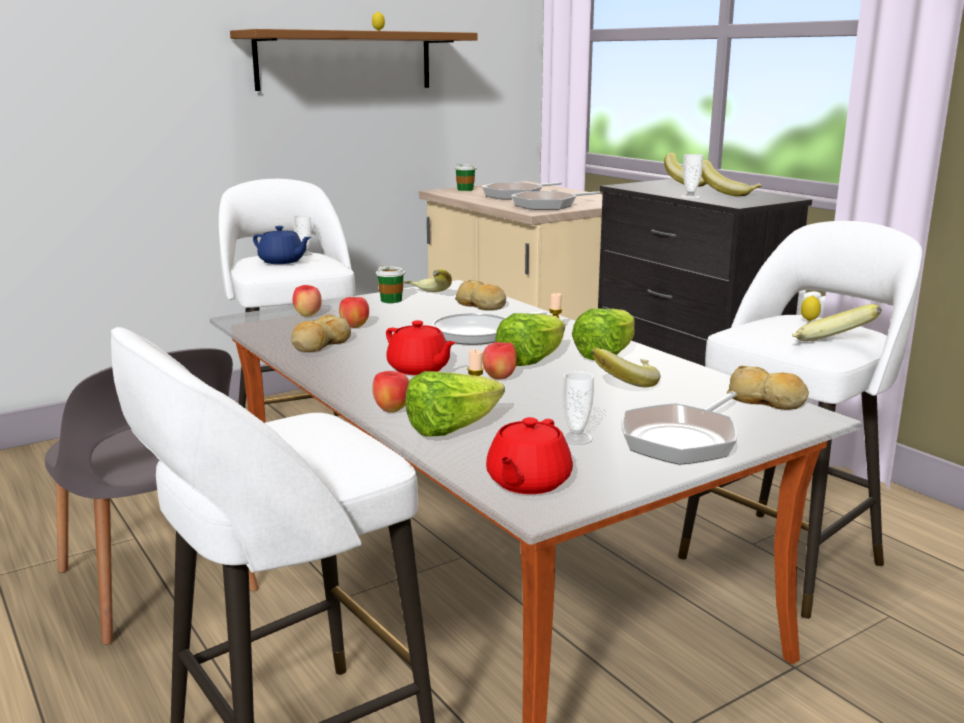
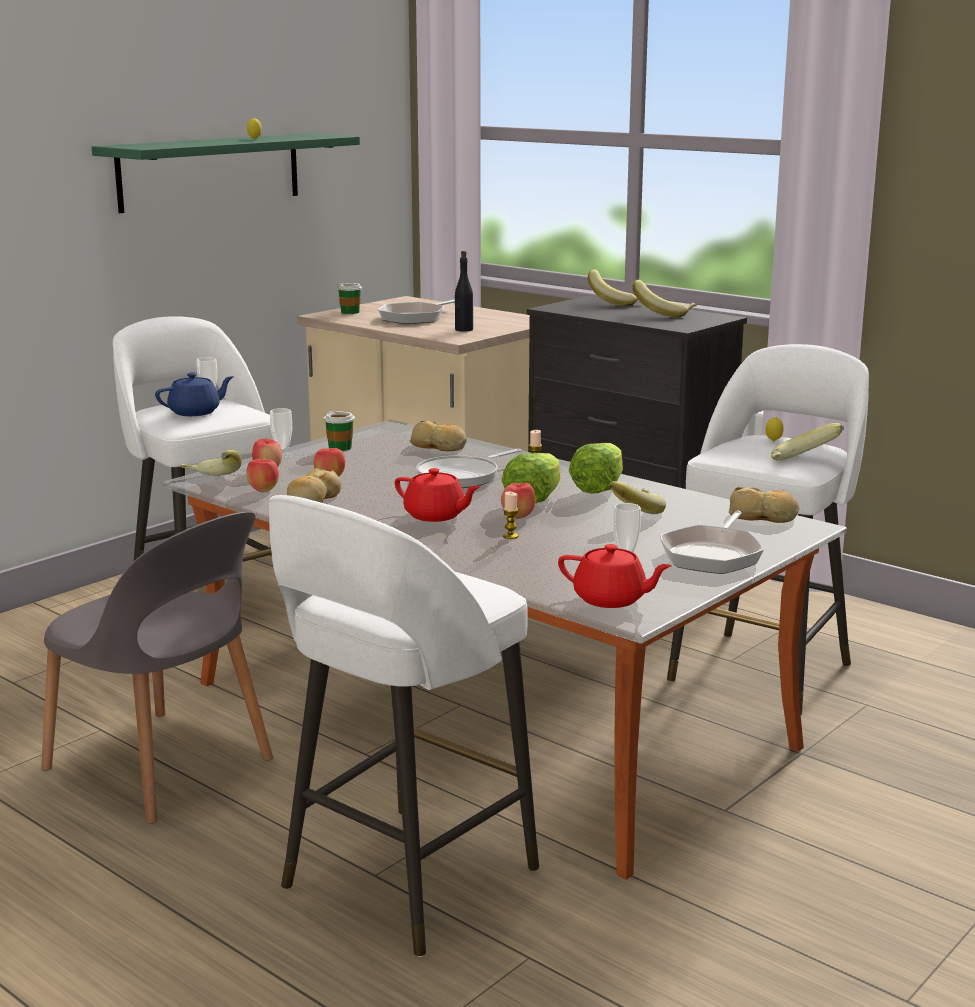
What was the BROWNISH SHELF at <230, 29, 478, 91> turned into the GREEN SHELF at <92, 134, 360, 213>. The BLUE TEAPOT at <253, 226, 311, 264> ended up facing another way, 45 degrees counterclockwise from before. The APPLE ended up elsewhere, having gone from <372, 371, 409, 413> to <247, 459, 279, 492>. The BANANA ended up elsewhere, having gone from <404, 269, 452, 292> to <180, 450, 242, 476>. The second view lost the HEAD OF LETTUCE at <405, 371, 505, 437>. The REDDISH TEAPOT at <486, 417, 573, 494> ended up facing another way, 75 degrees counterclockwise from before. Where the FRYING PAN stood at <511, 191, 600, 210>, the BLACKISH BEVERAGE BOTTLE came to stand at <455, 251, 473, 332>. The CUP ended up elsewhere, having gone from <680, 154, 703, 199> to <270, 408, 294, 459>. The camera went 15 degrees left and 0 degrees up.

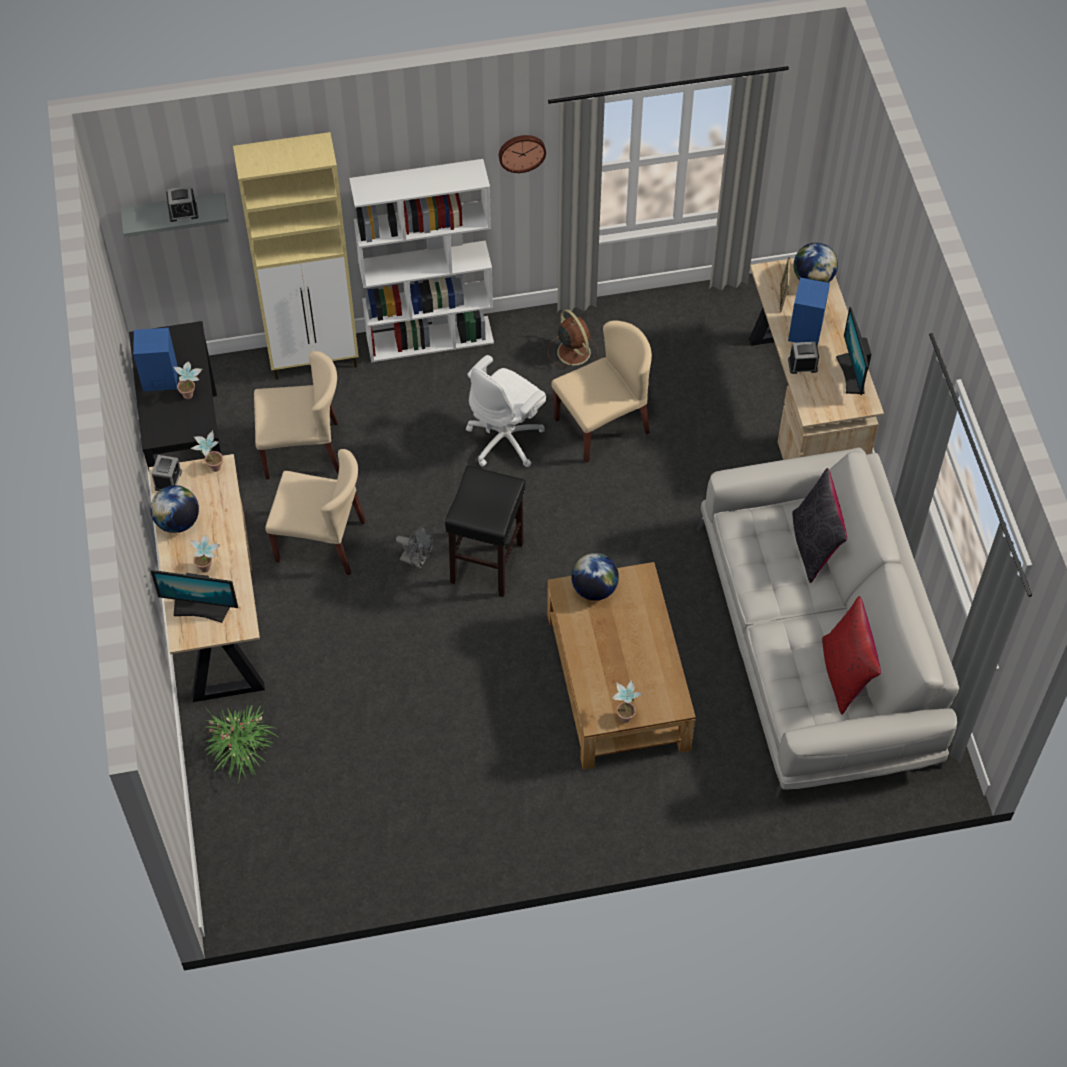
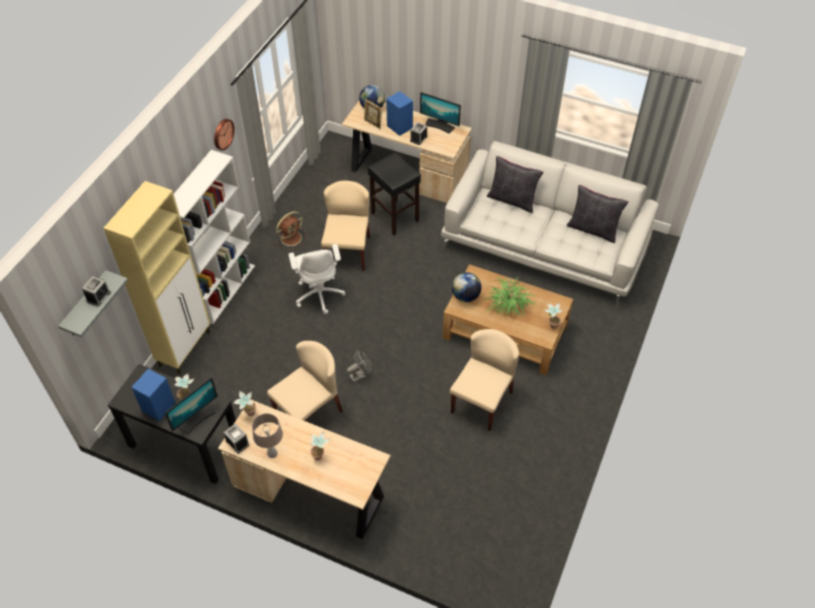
Where the WORLD GLOBE stood at <150, 485, 199, 533>, the BEIGE TABLETOP LAMP came to stand at <252, 413, 283, 458>. The COMPUTER DISPLAY ended up elsewhere, having gone from <151, 570, 238, 623> to <165, 377, 218, 434>. The PLANT IN A POT ended up elsewhere, having gone from <195, 703, 277, 779> to <484, 276, 537, 318>. The BEIGE UPRIGHT CHAIR ended up elsewhere, having gone from <254, 351, 339, 479> to <450, 329, 519, 431>. The BLACKISH STOOL SEAT ended up elsewhere, having gone from <445, 466, 525, 597> to <368, 152, 421, 235>. The BROWNISH ELECTRIC FAN at <548, 309, 598, 367> ended up facing another way, 135 degrees clockwise from before. What was the REDDISH THROW PILLOW at <822, 596, 881, 715> turned into the BLACKISH THROW PILLOW at <567, 185, 628, 243>. The camera went 55 degrees left and 5 degrees down.

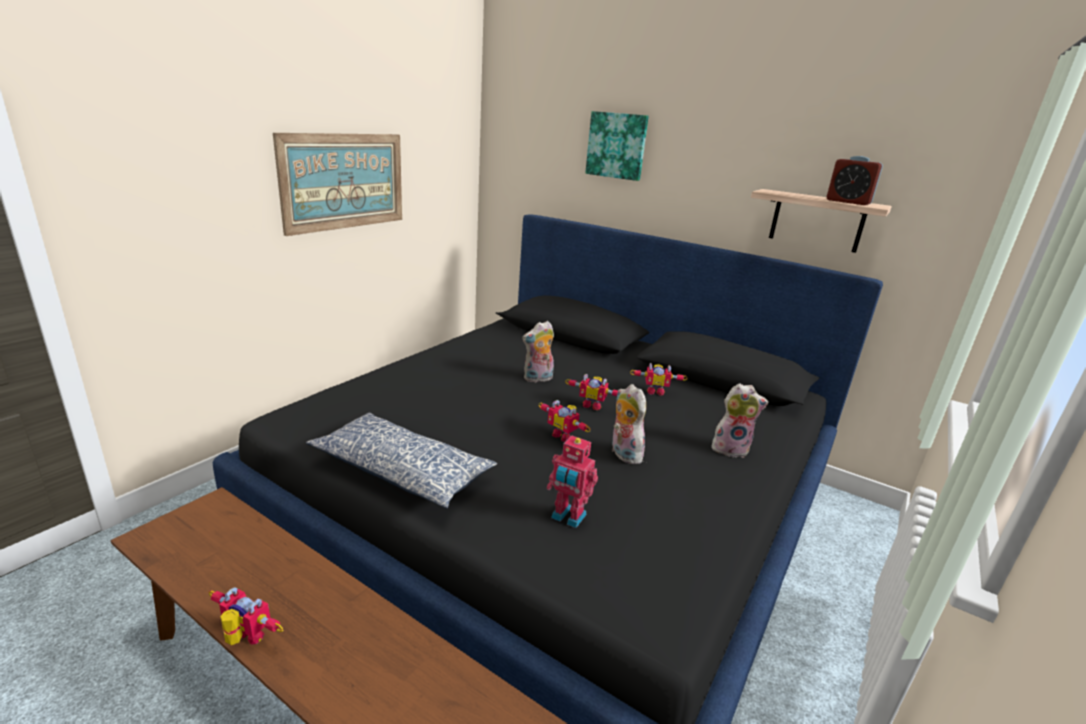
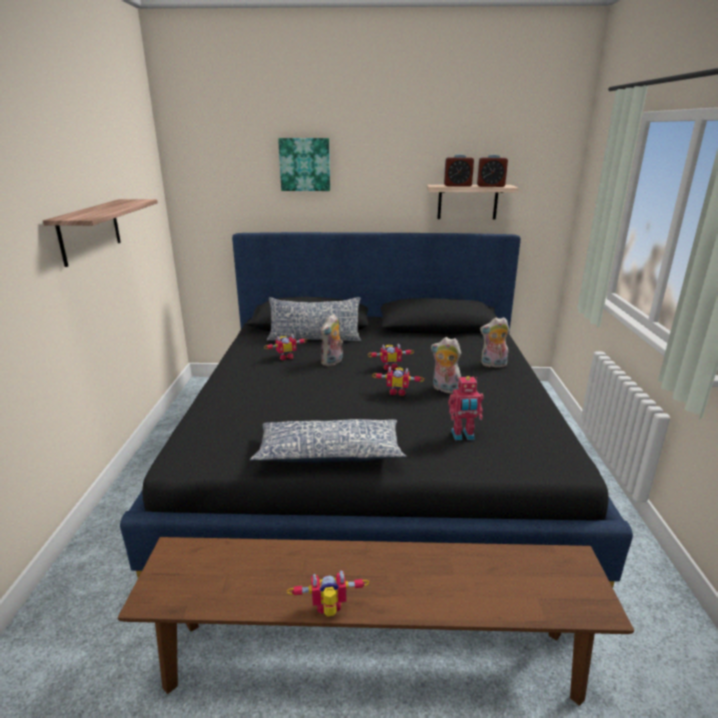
Where the WALL PICTURE hung at <273, 133, 402, 236>, the SHELF came to hang at <43, 199, 158, 267>. The ROBOT FIGURE ended up elsewhere, having gone from <630, 363, 688, 395> to <264, 334, 307, 360>. The CUDDLY TOY at <712, 383, 768, 458> ended up facing another way, 150 degrees counterclockwise from before. The second view gained the THROW PILLOW at <267, 297, 361, 341>. The second view gained the BEDSIDE CLOCK at <444, 154, 474, 187>. The camera went 30 degrees left and 0 degrees up.

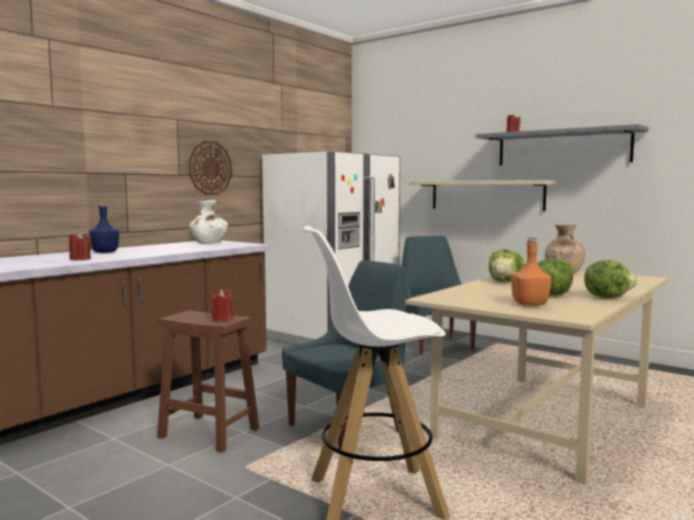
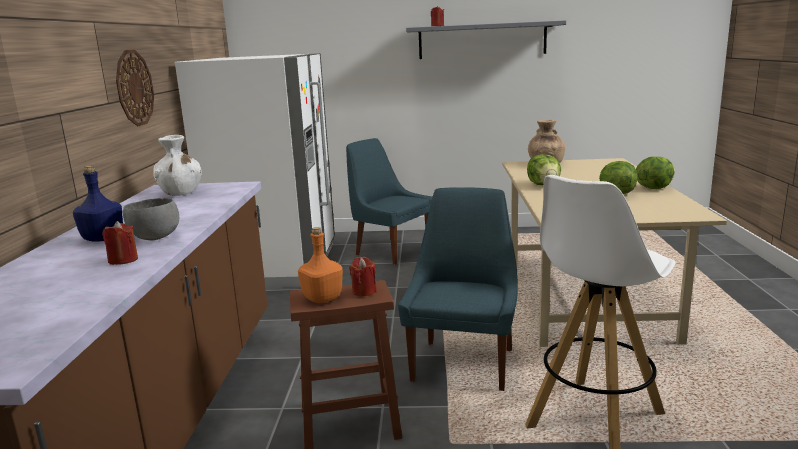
The second view lost the BEIGE SHELF at <409, 180, 558, 211>. The ORANGE-COLOURED BEVERAGE BOTTLE ended up elsewhere, having gone from <511, 238, 552, 306> to <298, 227, 343, 303>. The second view gained the GREYISH DEEP DISH at <123, 198, 179, 240>. The camera went 35 degrees left and 10 degrees up.

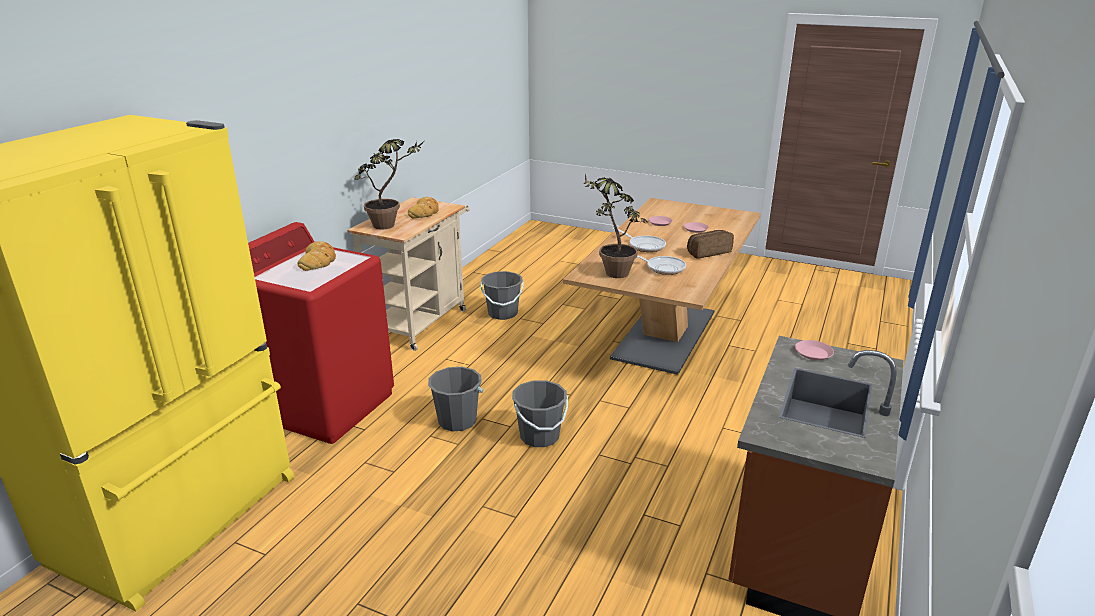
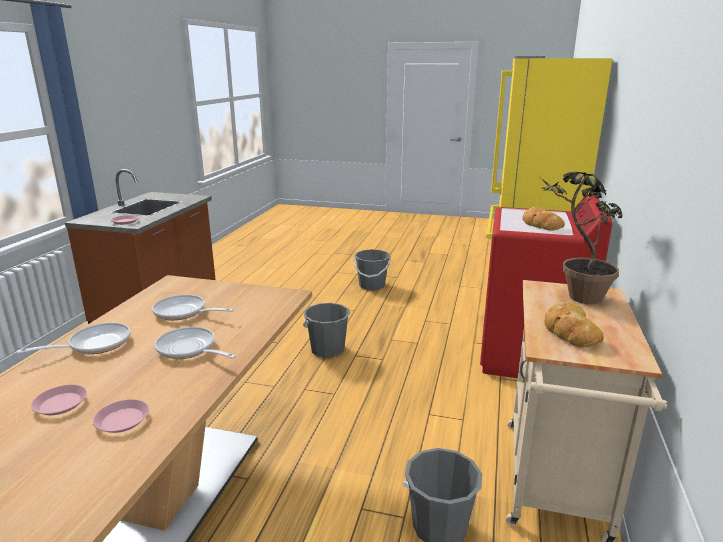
The GREYISH PAIL ended up elsewhere, having gone from <428, 367, 483, 431> to <353, 249, 391, 290>. The second view lost the PLANT IN A POT at <584, 174, 648, 278>. Where the BAKED BREAD stood at <687, 230, 734, 259>, the FRYING PAN came to stand at <17, 323, 131, 354>. The camera went 170 degrees right and 5 degrees down.

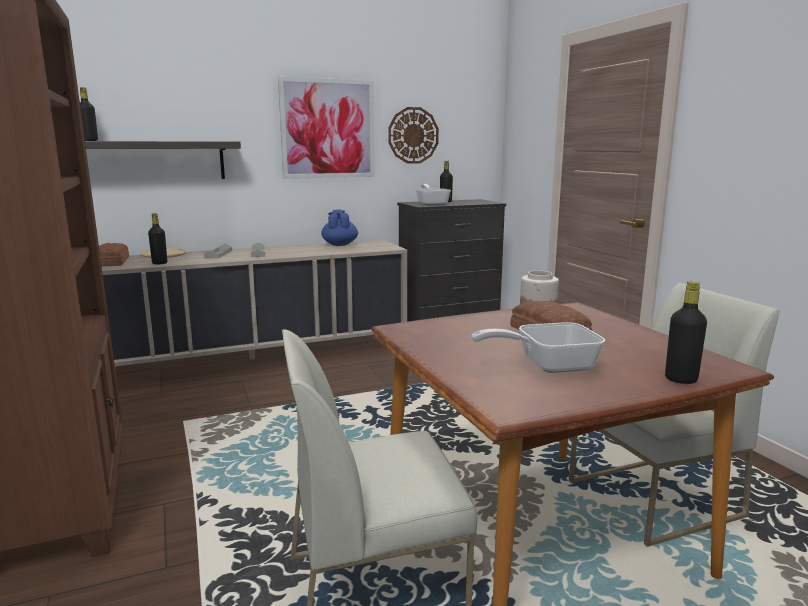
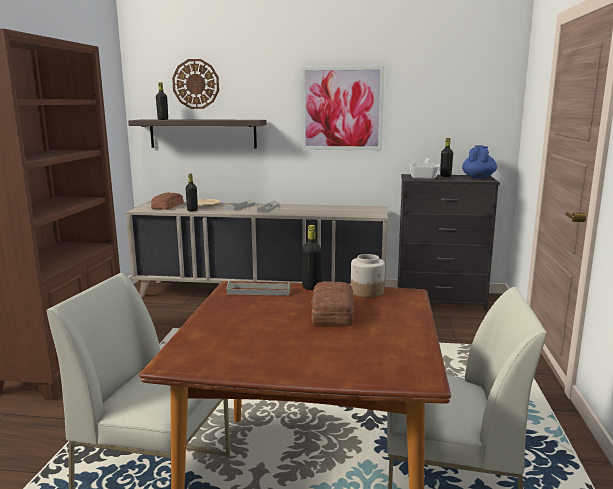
The BLUE TEAPOT ended up elsewhere, having gone from <321, 209, 358, 246> to <462, 145, 497, 179>. The HANGING CLOCK ended up elsewhere, having gone from <388, 107, 439, 164> to <172, 59, 219, 109>. The second view lost the FRYING PAN at <472, 322, 605, 373>. The BLACKISH BEVERAGE BOTTLE ended up elsewhere, having gone from <665, 281, 707, 384> to <302, 225, 322, 290>. The second view gained the GREYISH TRAY at <226, 281, 290, 296>. The camera went 30 degrees right and 0 degrees up.

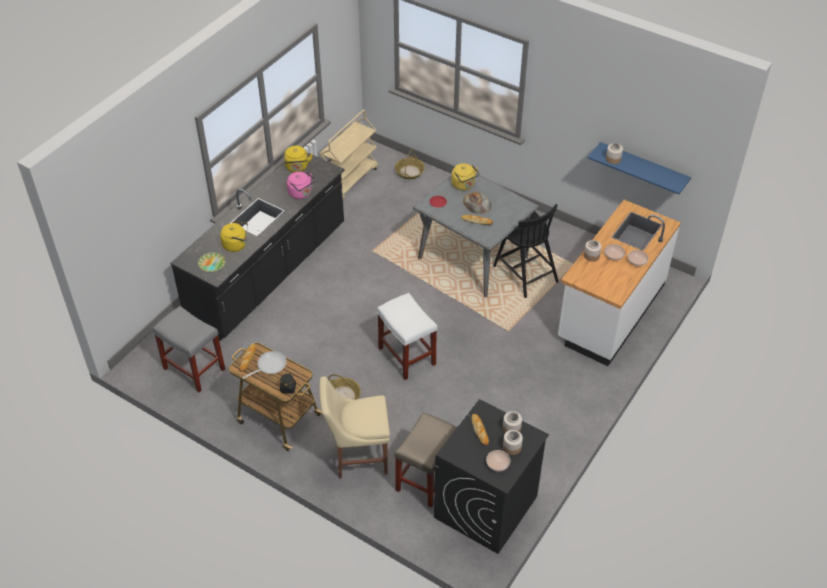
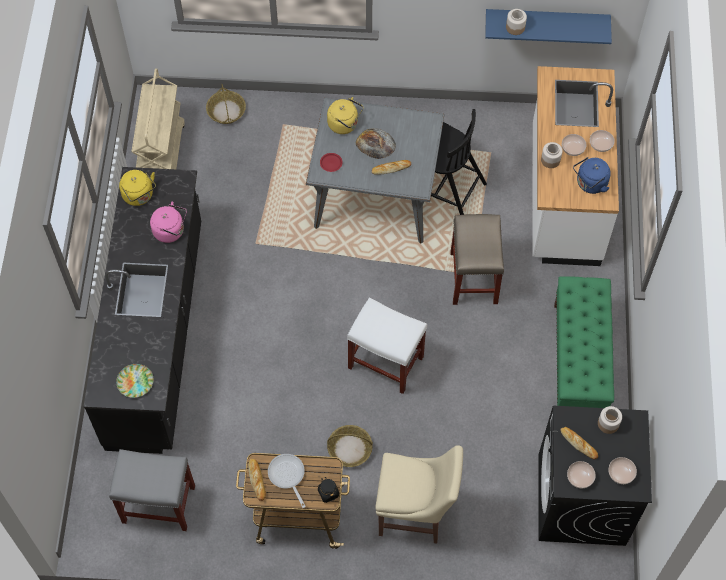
The second view lost the YELLOW-COLOURED TEA KETTLE at <220, 221, 248, 252>. The FRYING PAN at <242, 351, 287, 379> ended up facing another way, 45 degrees counterclockwise from before. The BEIGE UPRIGHT CHAIR at <319, 376, 390, 479> ended up facing another way, 135 degrees counterclockwise from before. The BEIGE STOOL SEAT ended up elsewhere, having gone from <395, 412, 457, 508> to <450, 214, 504, 305>. The second view lost the STORAGE JAR at <503, 430, 523, 455>. The second view gained the GREEN BENCH at <554, 276, 614, 408>. The second view gained the DEEP DISH at <567, 461, 596, 488>. The second view gained the BLUE TEA KETTLE at <573, 157, 611, 194>. The camera went 30 degrees left and 15 degrees up.

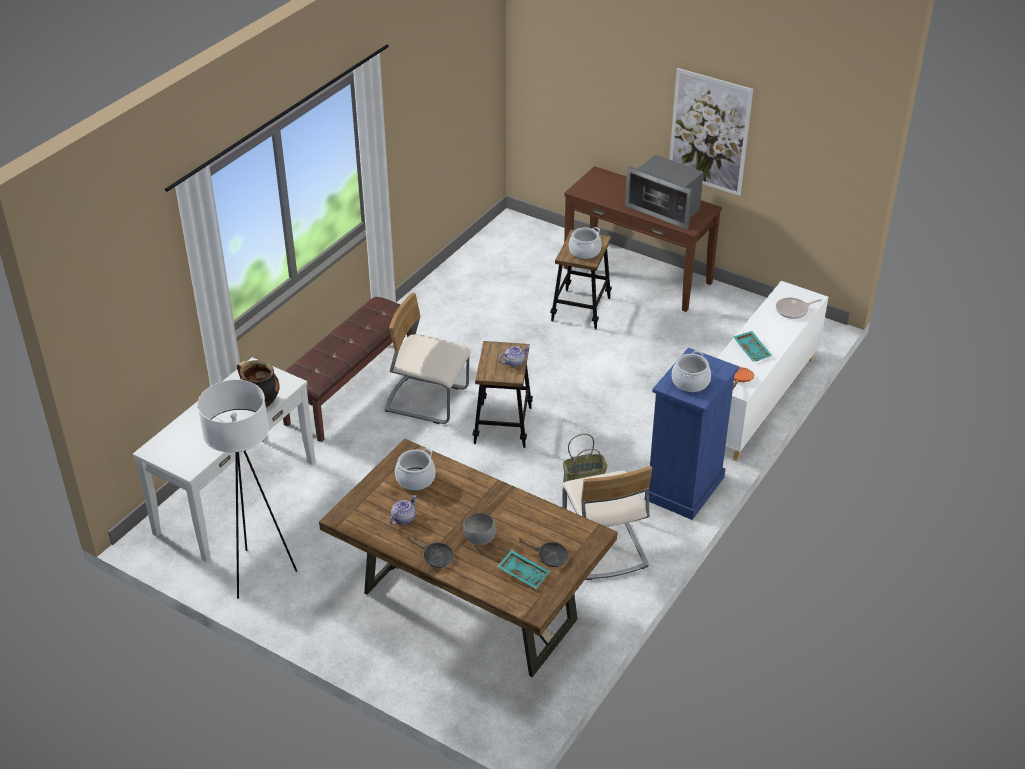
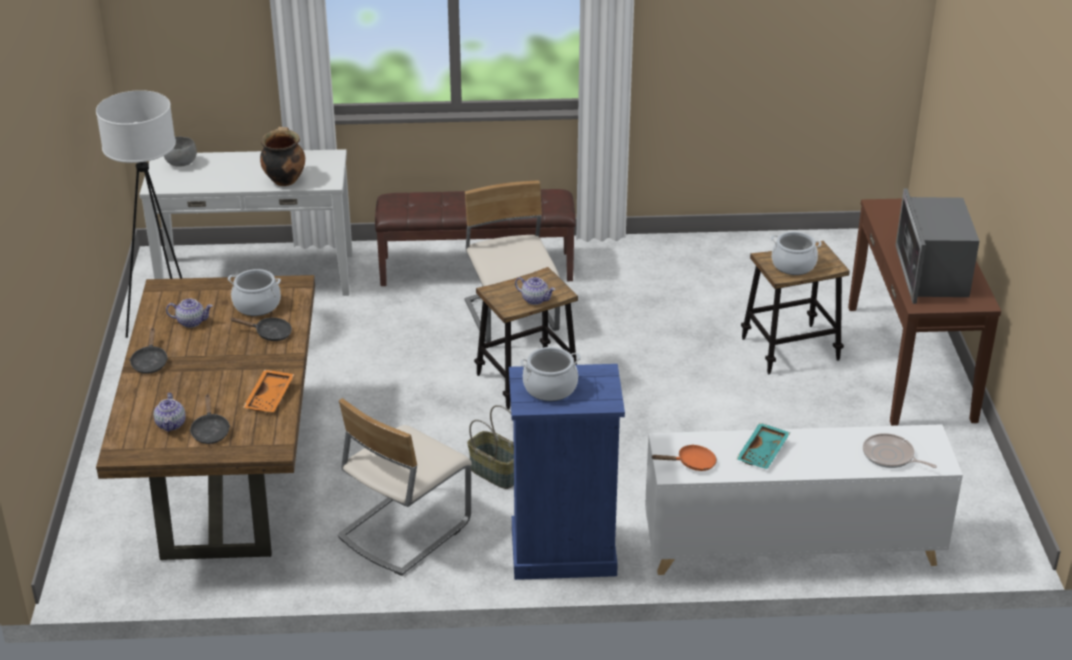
The GREYISH DEEP DISH ended up elsewhere, having gone from <463, 513, 496, 545> to <164, 137, 197, 167>. Where the TURQUOISE TRAY stood at <497, 550, 550, 589>, the TEAPOT came to stand at <154, 393, 186, 432>. The second view lost the WALL PICTURE at <669, 68, 753, 196>. The second view gained the BLACKISH FRYING PAN at <231, 317, 292, 341>. The second view gained the ORANGE-COLOURED TRAY at <243, 370, 294, 412>. The camera went 55 degrees right and 5 degrees down.

